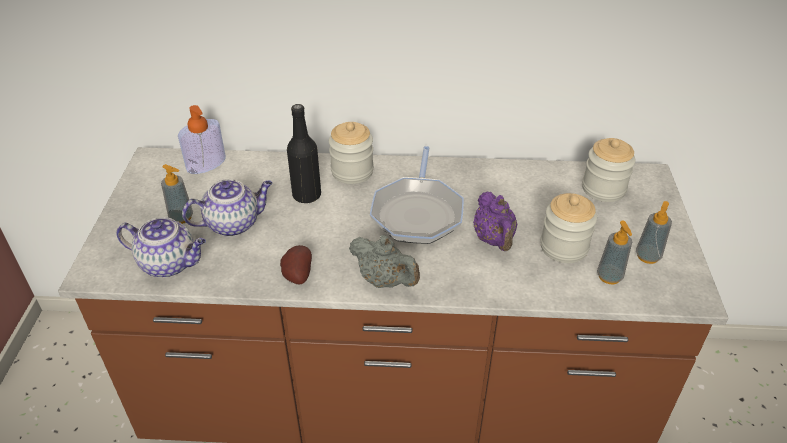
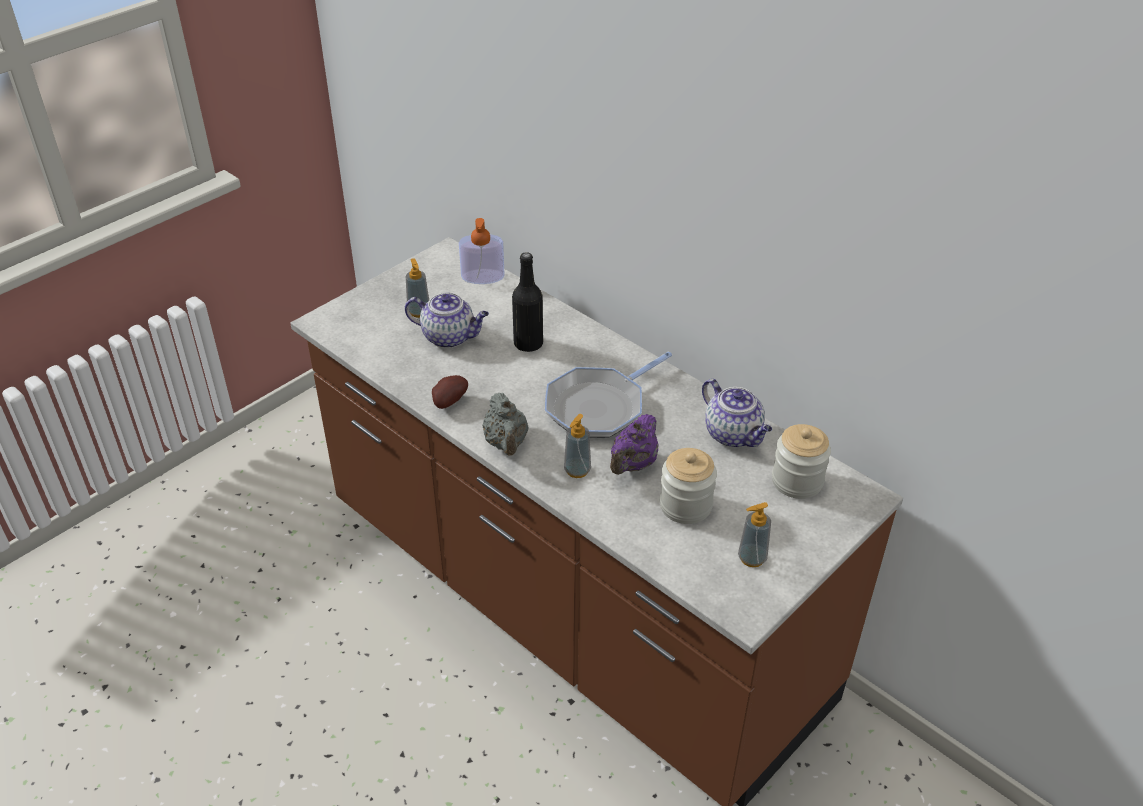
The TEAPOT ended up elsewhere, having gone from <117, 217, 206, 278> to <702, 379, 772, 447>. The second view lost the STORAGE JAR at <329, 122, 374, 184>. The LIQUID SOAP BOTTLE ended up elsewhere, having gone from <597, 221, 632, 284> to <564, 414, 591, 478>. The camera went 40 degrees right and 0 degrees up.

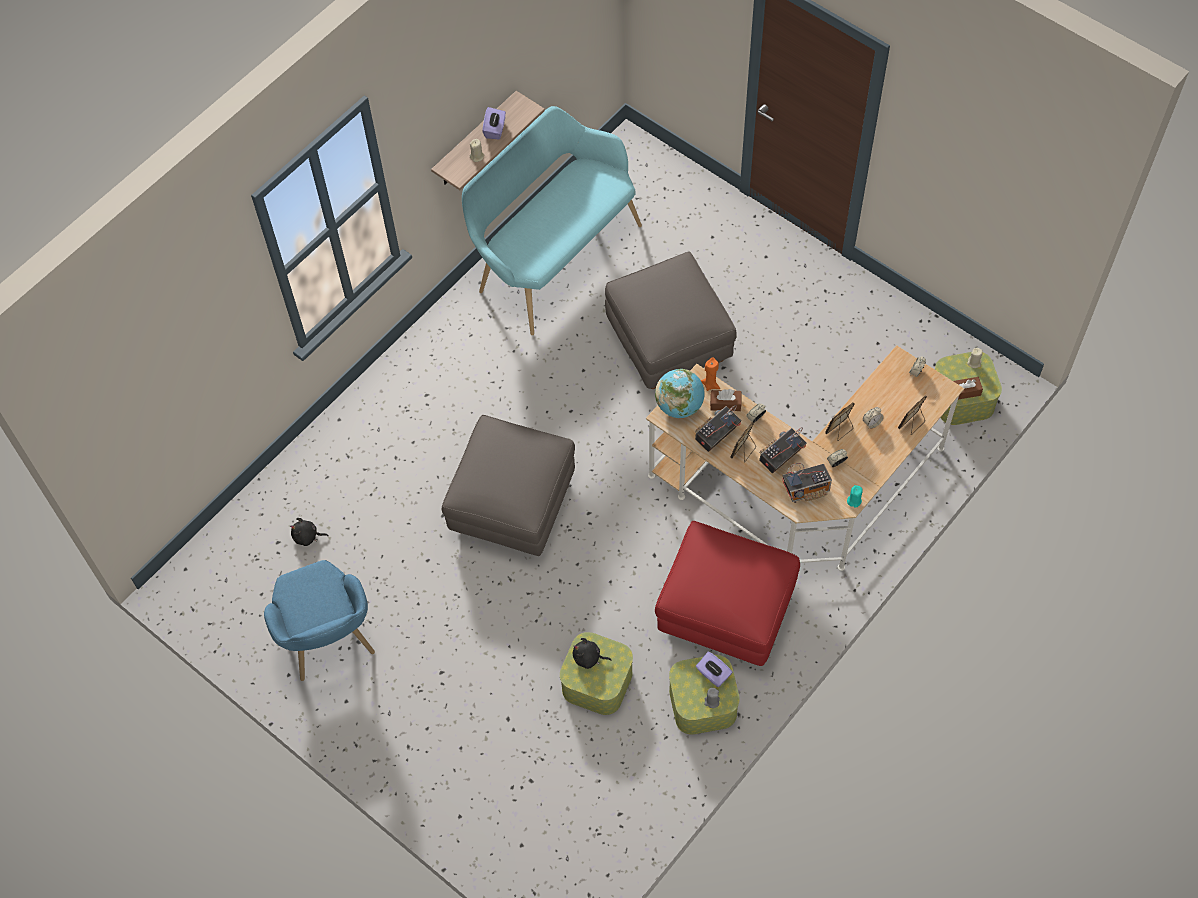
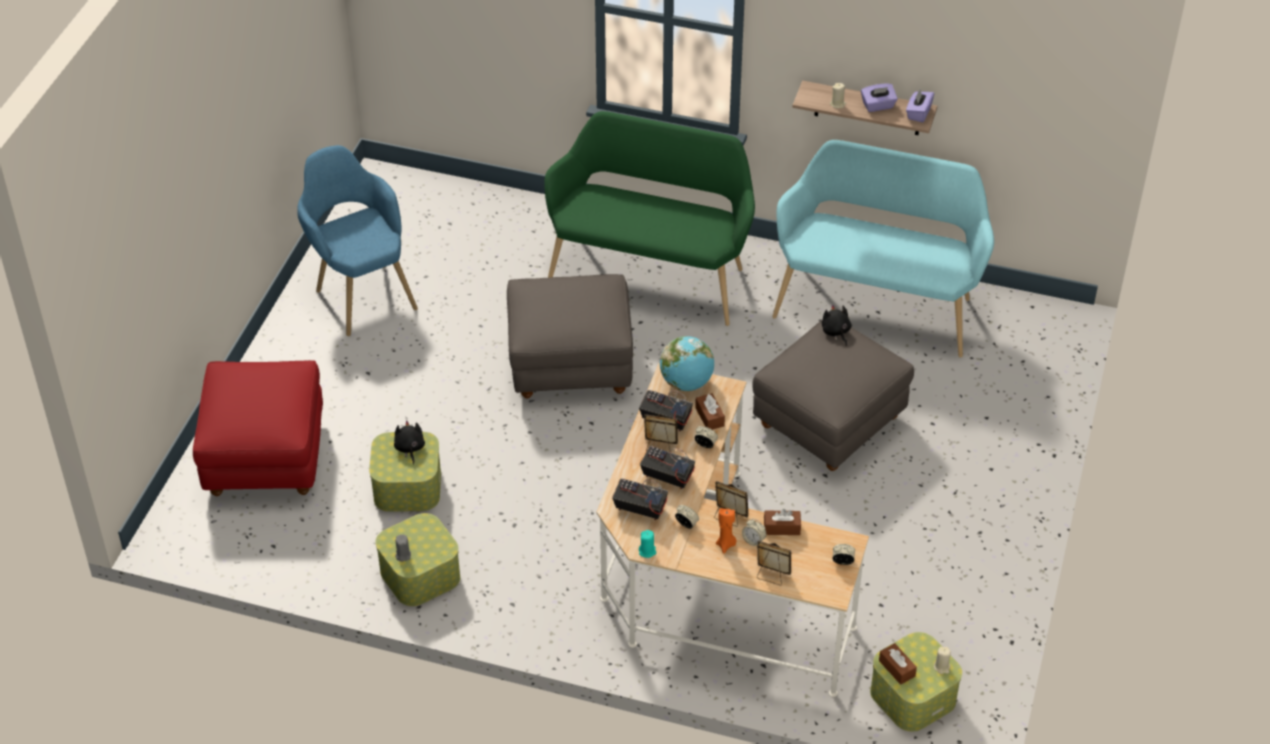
The BLUE ARMCHAIR at <264, 560, 375, 681> ended up facing another way, 105 degrees clockwise from before. The BLACKISH CUDDLY TOY ended up elsewhere, having gone from <290, 518, 329, 546> to <822, 305, 852, 346>. The REDDISH POUFFE ended up elsewhere, having gone from <655, 521, 800, 666> to <193, 360, 323, 496>. The PURPLE-COLOURED TISSUE BOX ended up elsewhere, having gone from <696, 652, 732, 687> to <906, 89, 934, 122>. The ORANGE-COLOURED WAX CANDLE ended up elsewhere, having gone from <701, 357, 720, 391> to <716, 508, 737, 553>. The RADIO RECEIVER at <782, 463, 832, 503> ended up facing another way, 150 degrees clockwise from before. The second view gained the GREEN BENCH at <544, 111, 755, 326>. The second view gained the BROWNISH TISSUE BOX at <764, 509, 801, 535>. The camera went 65 degrees right and 15 degrees down.

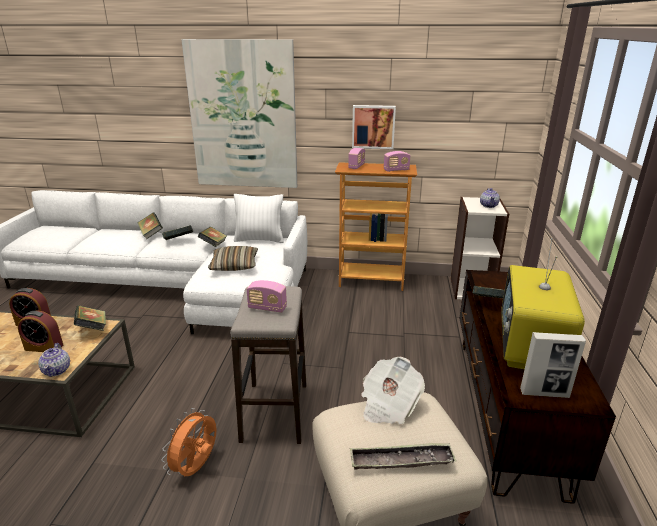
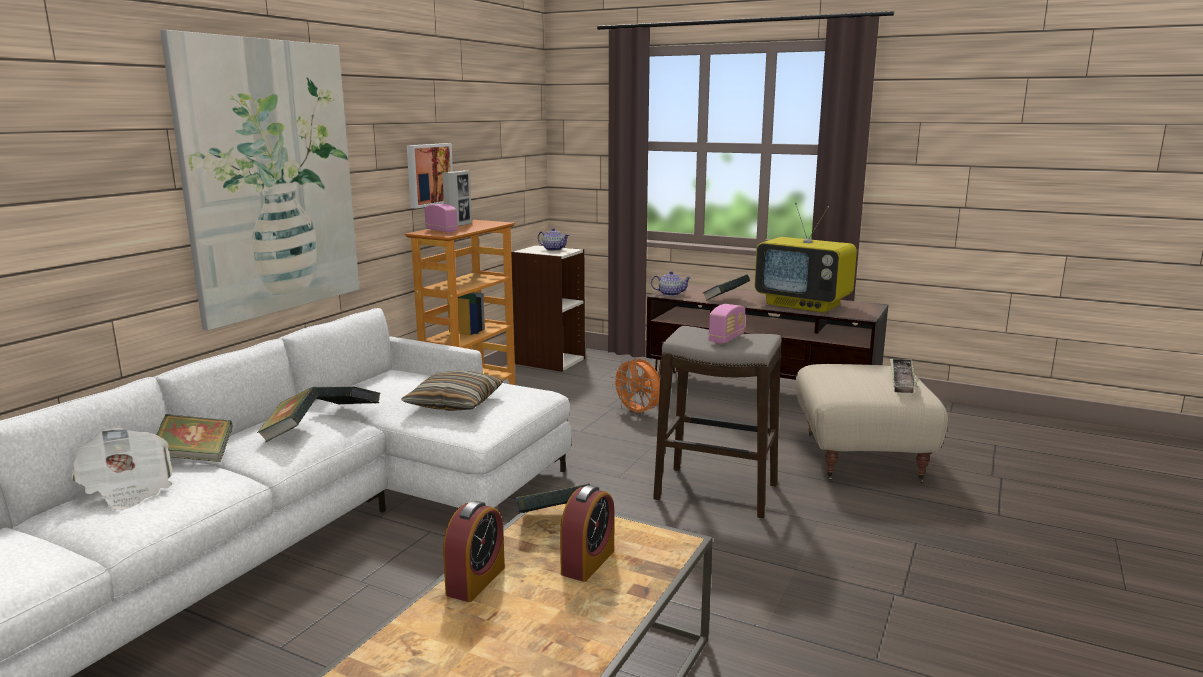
The TEAPOT ended up elsewhere, having gone from <38, 343, 70, 377> to <651, 271, 691, 296>. The ORANGE-COLOURED ELECTRIC FAN ended up elsewhere, having gone from <161, 408, 217, 476> to <611, 357, 660, 417>. The second view lost the WHITISH THROW PILLOW at <234, 194, 284, 243>. The PRINTED PAPER ended up elsewhere, having gone from <361, 357, 425, 424> to <71, 427, 173, 510>. The second view lost the RADIO RECEIVER at <384, 151, 410, 172>. The PICTURE FRAME ended up elsewhere, having gone from <520, 332, 586, 398> to <442, 170, 472, 226>. The camera went 70 degrees left and 10 degrees down.

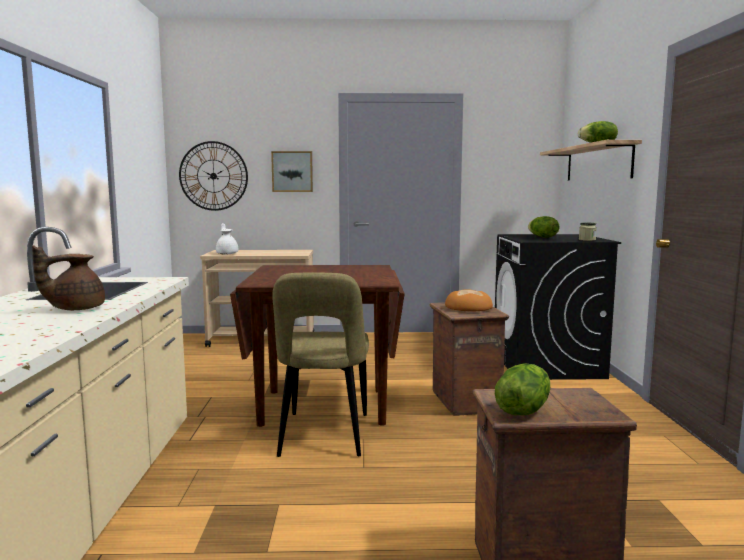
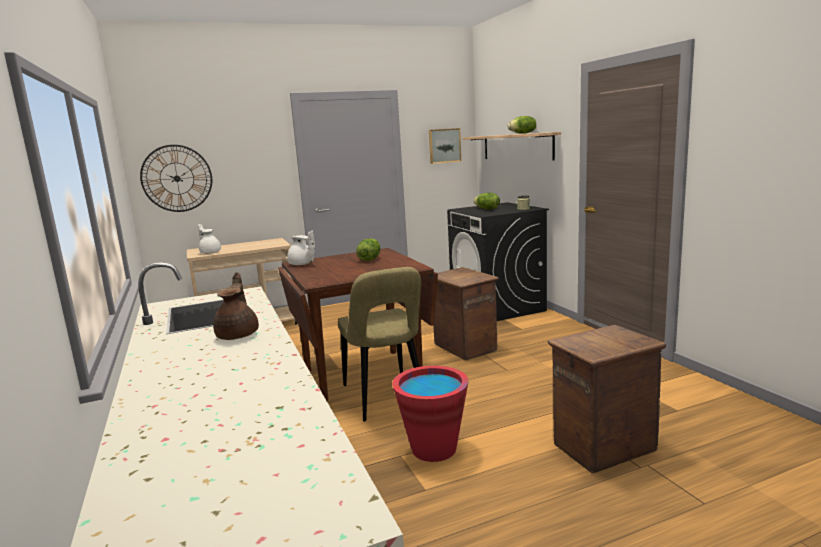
The BROWNISH TEAPOT at <32, 246, 105, 310> ended up facing another way, 150 degrees clockwise from before. The WALL PICTURE ended up elsewhere, having gone from <271, 151, 313, 192> to <429, 128, 461, 164>. The second view lost the BAKED BREAD at <445, 289, 493, 311>. The HEAD OF LETTUCE ended up elsewhere, having gone from <495, 364, 550, 415> to <356, 238, 381, 261>. The second view gained the WHITISH TEAPOT at <287, 230, 315, 265>. The second view gained the REDDISH PAIL at <392, 366, 469, 462>. The camera went 20 degrees left and 5 degrees up.

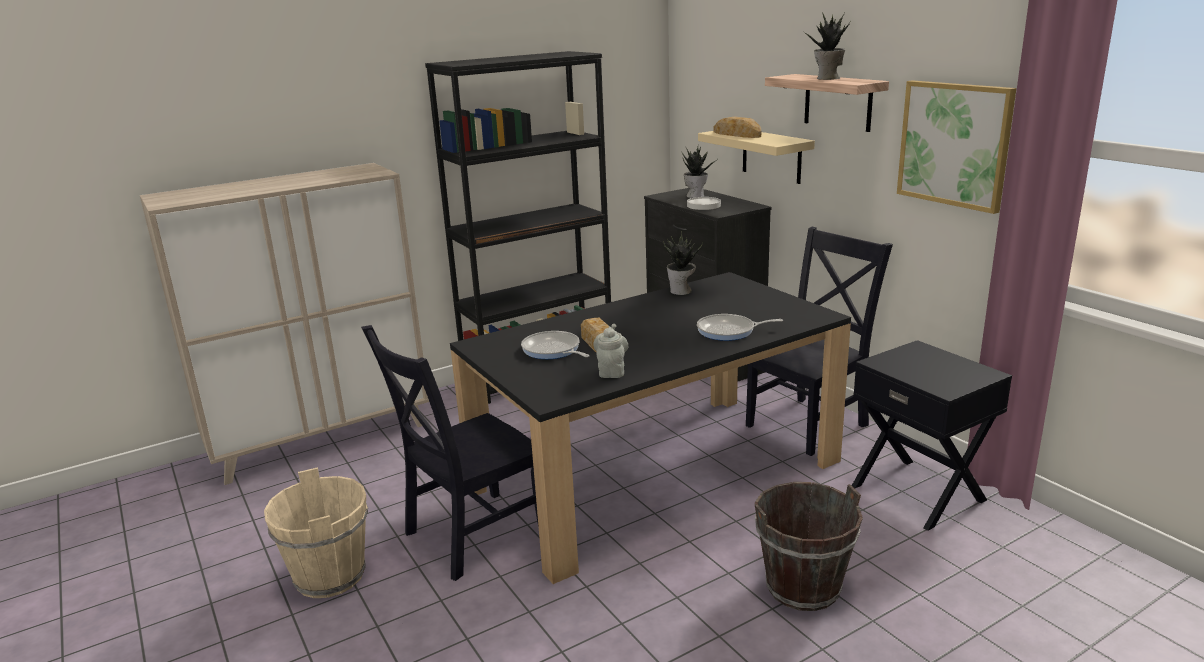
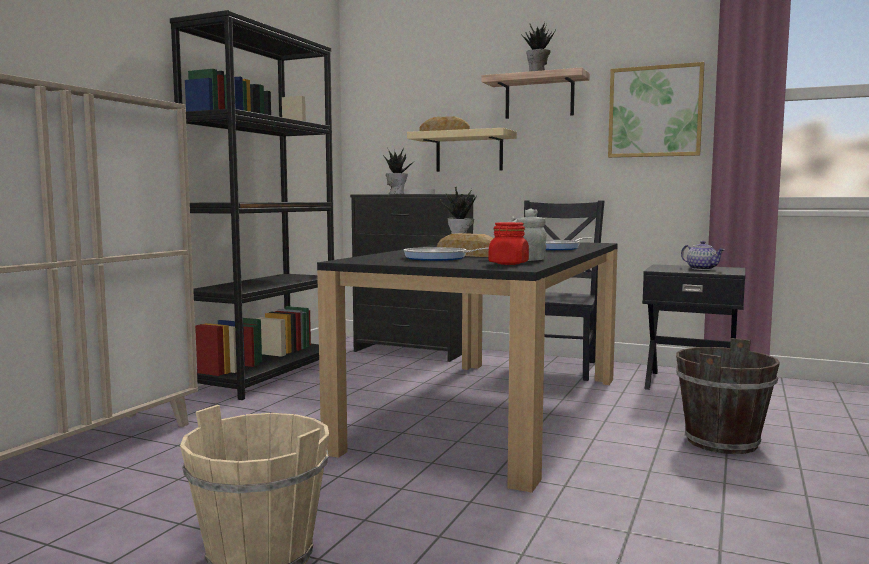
The second view lost the BLACKISH UPRIGHT CHAIR at <361, 325, 539, 581>. The second view gained the REDDISH STORAGE JAR at <489, 222, 529, 265>. The second view gained the TEAPOT at <681, 241, 725, 270>. The camera went 35 degrees left and 15 degrees down.

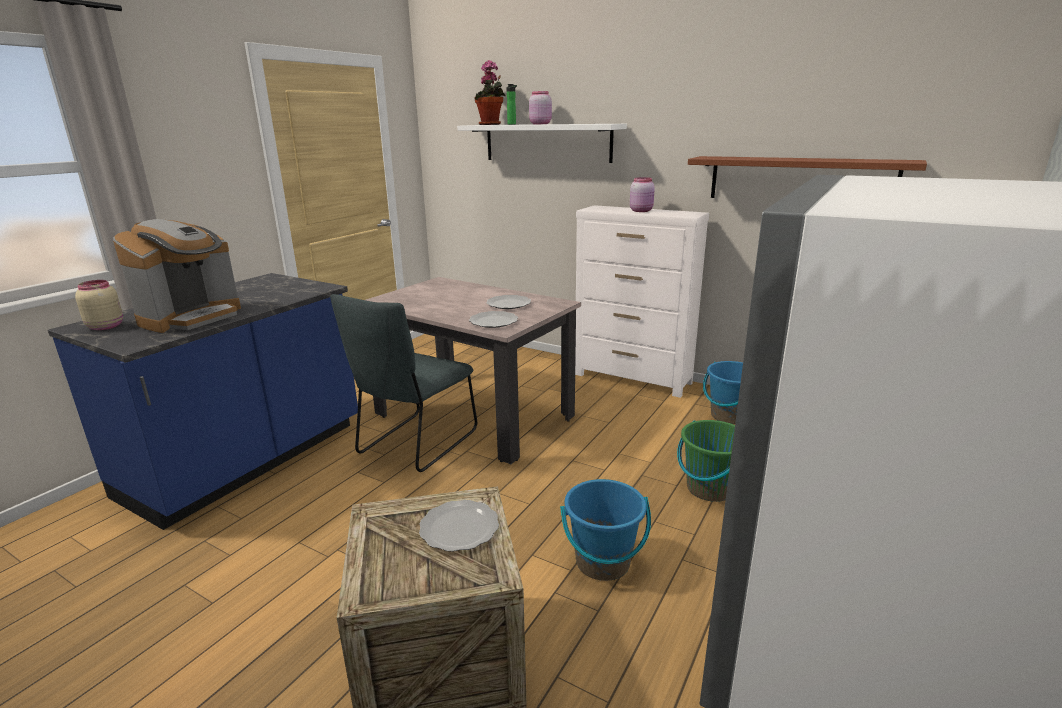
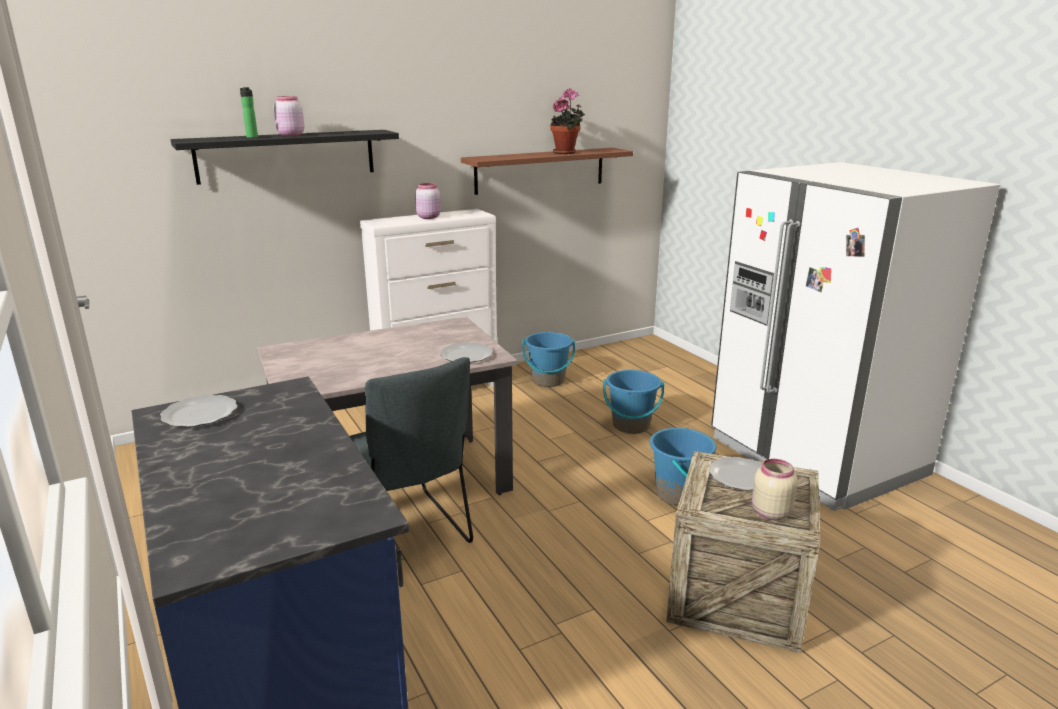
The BEIGE STORAGE JAR ended up elsewhere, having gone from <75, 280, 123, 330> to <752, 459, 798, 520>. The second view lost the COFFEE BREWER at <113, 219, 241, 333>. What was the WHITISH SHELF at <457, 124, 627, 163> turned into the BLACKISH SHELF at <171, 130, 399, 185>. The PLANT IN A POT ended up elsewhere, having gone from <474, 60, 506, 125> to <550, 88, 585, 154>. The DINNER PLATE ended up elsewhere, having gone from <486, 295, 531, 309> to <160, 395, 238, 427>. What was the GREEN PAIL at <677, 420, 735, 502> turned into the BLUE PAIL at <603, 370, 664, 434>. The camera went 60 degrees left and 0 degrees up.

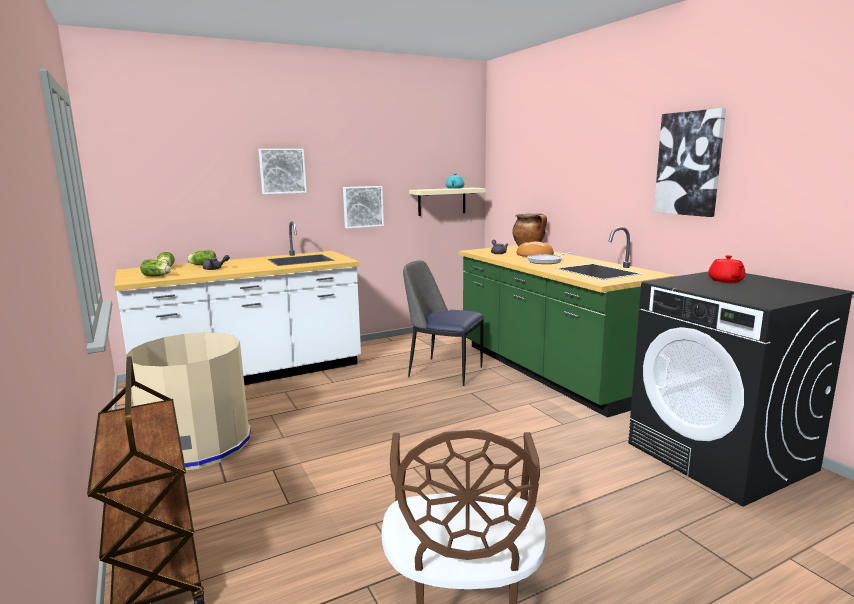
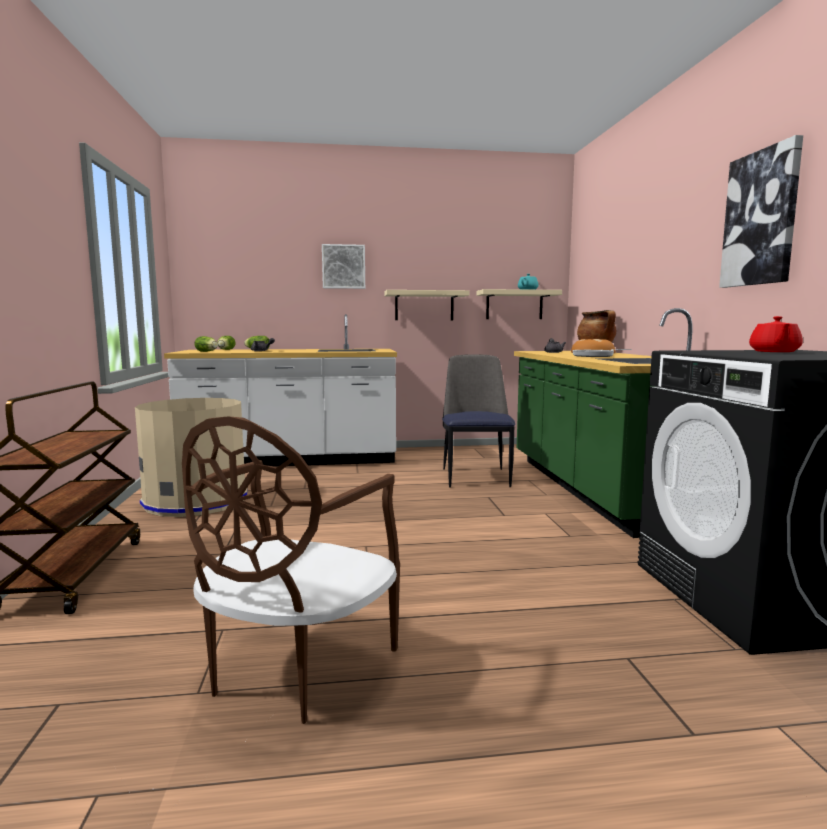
Where the WALL PICTURE hung at <343, 186, 384, 229>, the BEIGE SHELF came to hang at <384, 290, 470, 320>. The UPRIGHT CHAIR at <403, 260, 484, 386> ended up facing another way, 45 degrees clockwise from before. The camera went 20 degrees right and 5 degrees down.

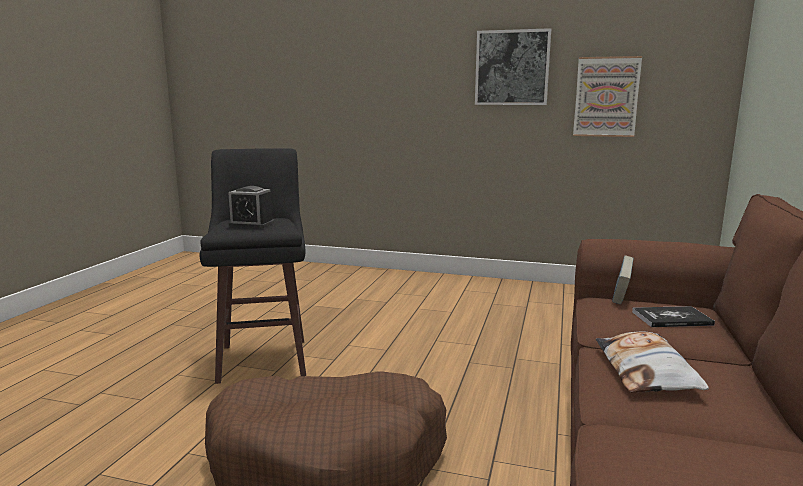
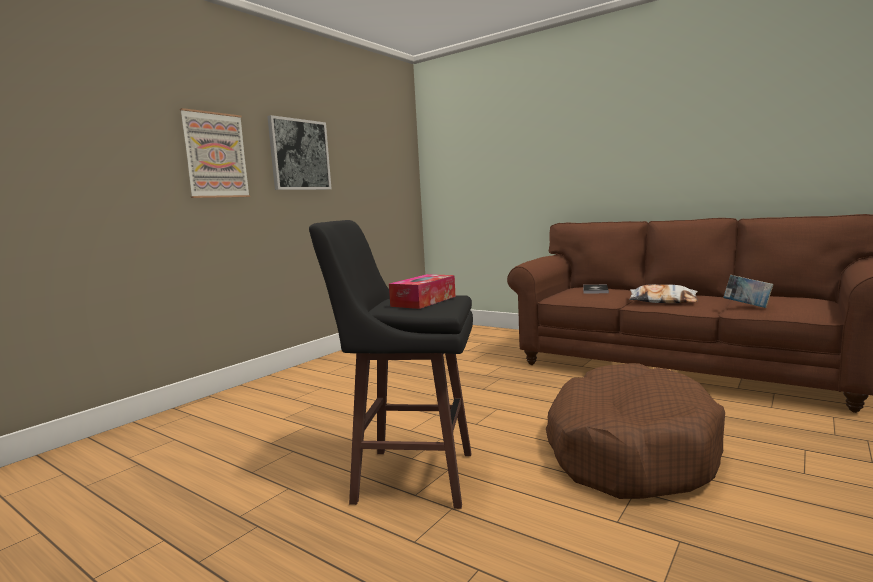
Where the BEDSIDE CLOCK stood at <228, 186, 274, 228>, the TISSUE BOX came to stand at <389, 274, 456, 309>. The WALL PICTURE ended up elsewhere, having gone from <573, 56, 642, 137> to <180, 108, 250, 198>. The BOUND BOOK ended up elsewhere, having gone from <612, 255, 634, 304> to <723, 275, 773, 308>. The camera went 70 degrees left and 5 degrees down.

